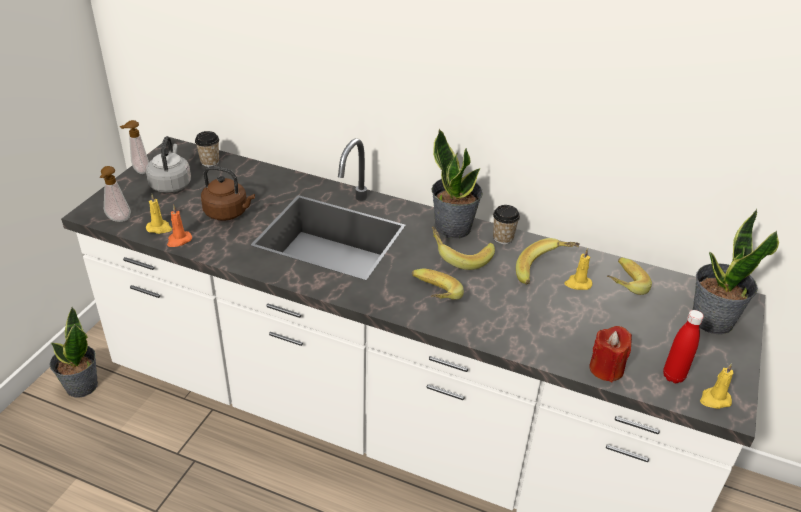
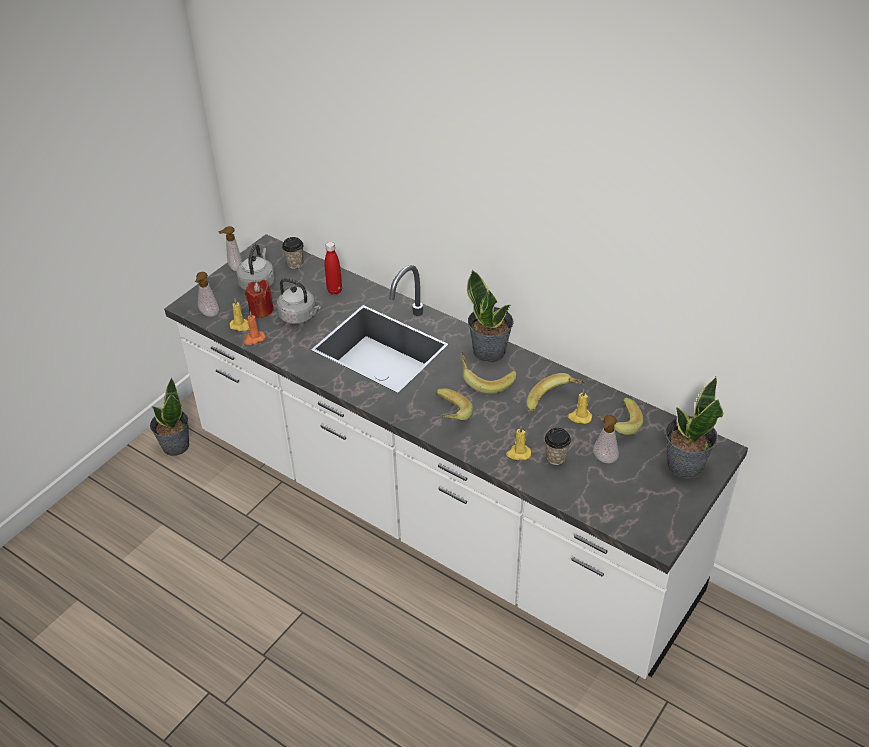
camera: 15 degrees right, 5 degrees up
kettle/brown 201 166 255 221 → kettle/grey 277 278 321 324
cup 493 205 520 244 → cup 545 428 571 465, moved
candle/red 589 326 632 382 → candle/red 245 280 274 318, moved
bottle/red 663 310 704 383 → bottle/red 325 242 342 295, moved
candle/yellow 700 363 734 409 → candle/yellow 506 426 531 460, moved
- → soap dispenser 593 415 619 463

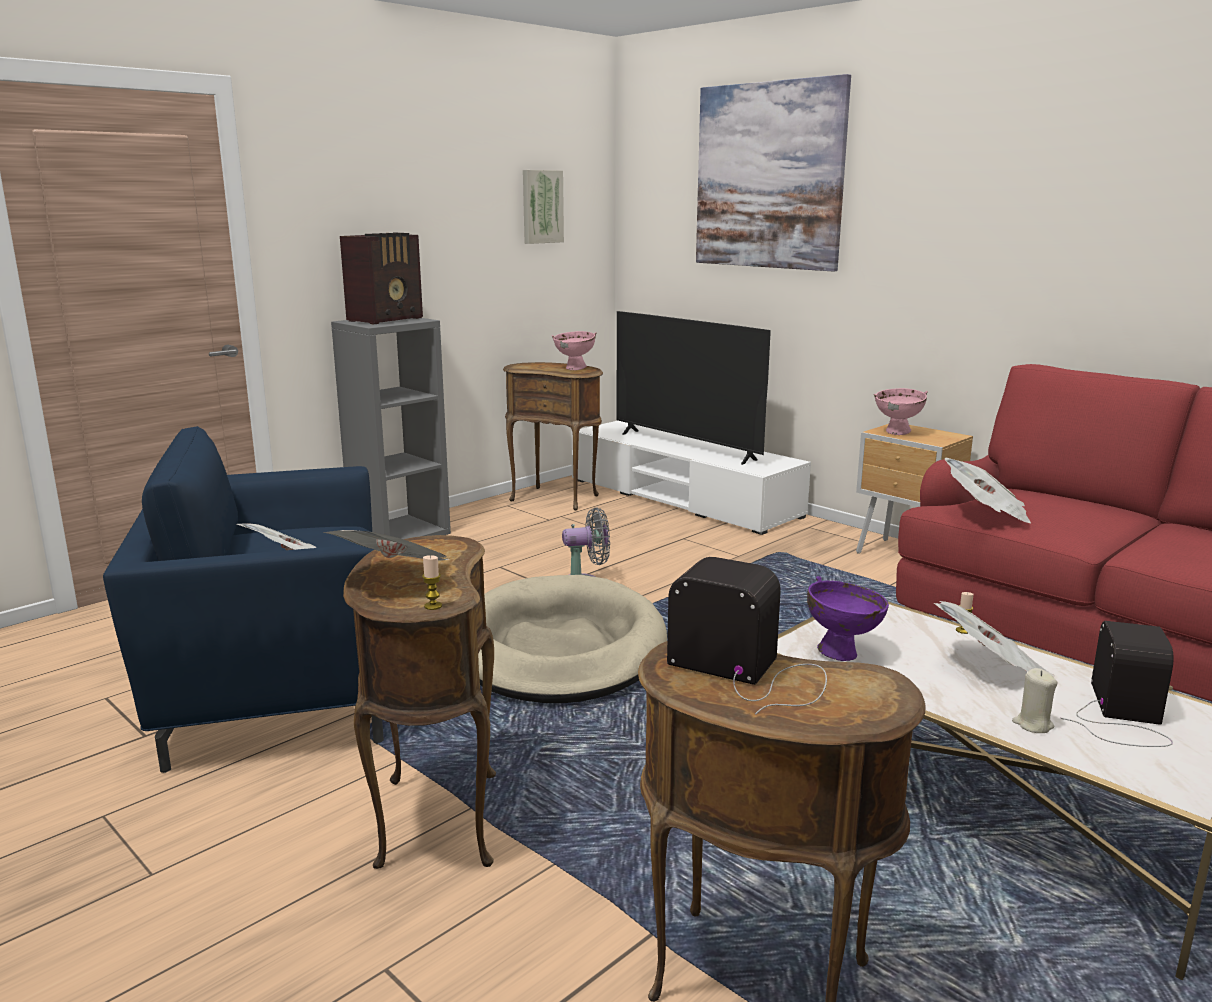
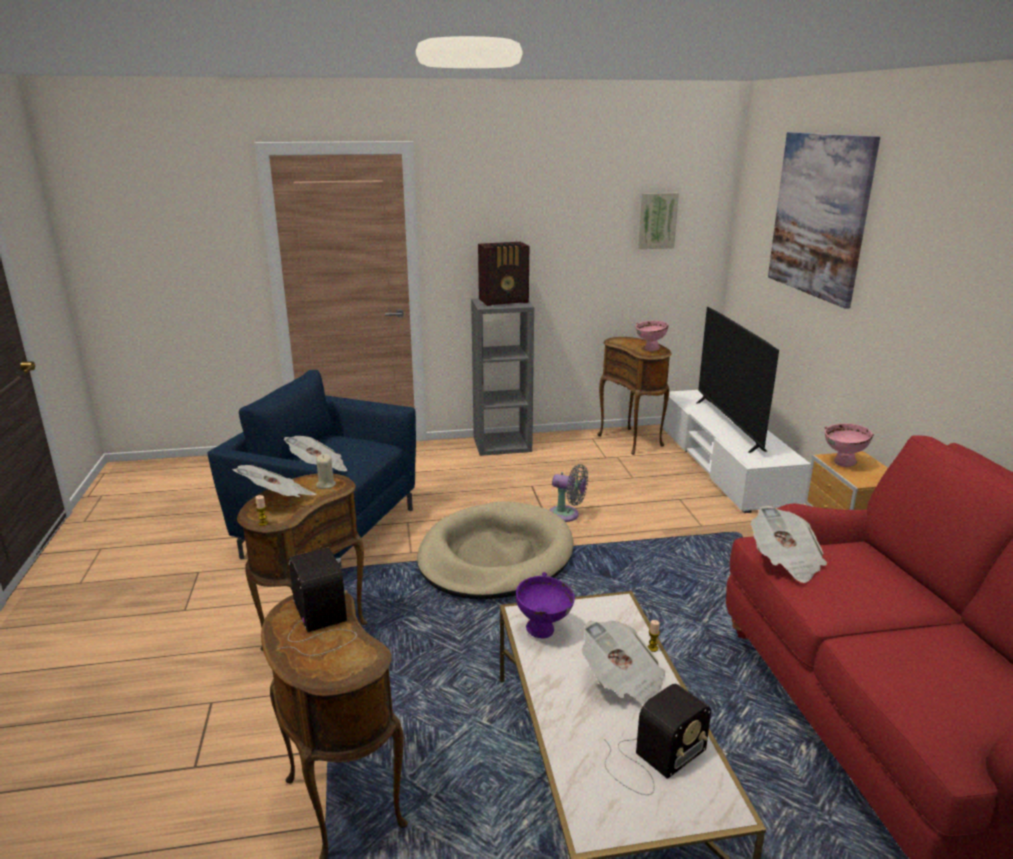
camera: 35 degrees right, 5 degrees up
candle/beige 1012 668 1058 733 → candle/beige 316 454 336 489, moved

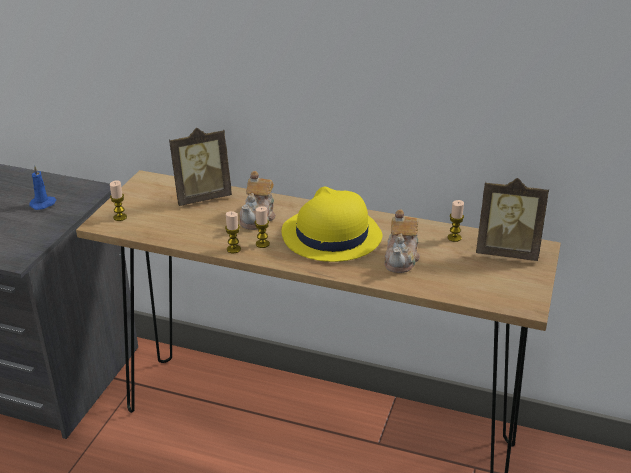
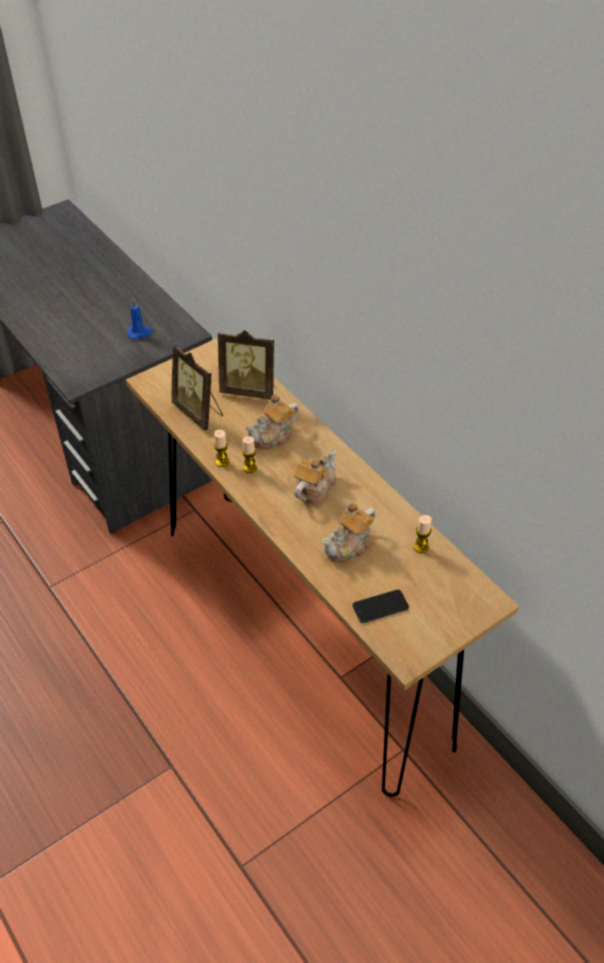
camera: 35 degrees right, 15 degrees up
candle 110 180 127 221 → -
hat/yellow 282 187 382 262 → teapot 294 449 336 504
picture frame 476 178 549 261 → picture frame 171 344 223 431, moved
- → phone 352 590 409 623

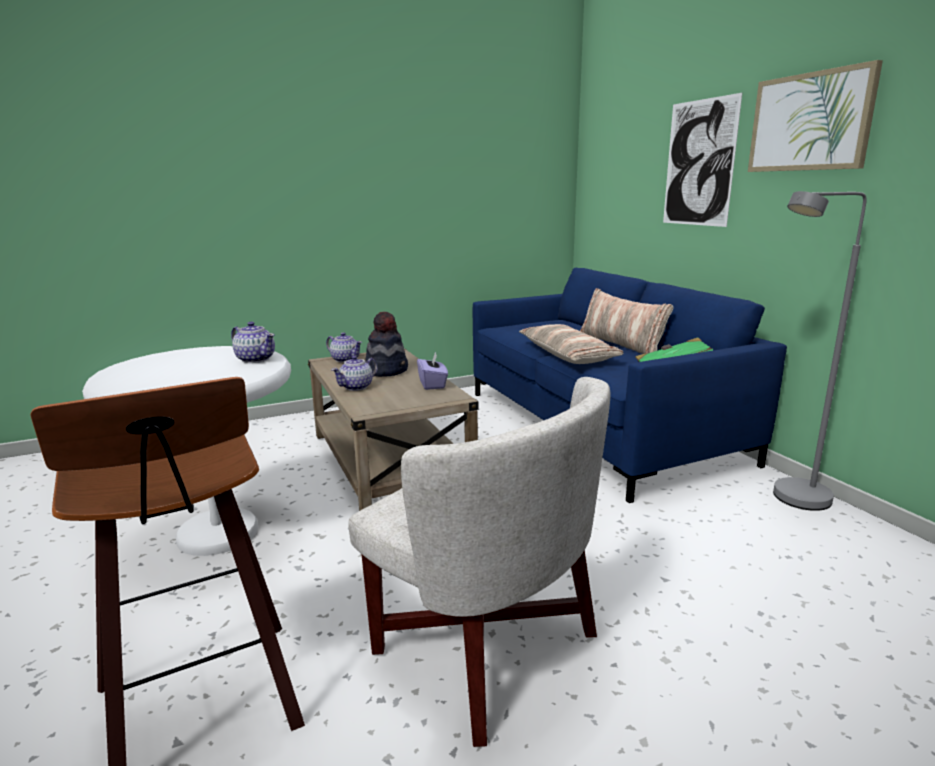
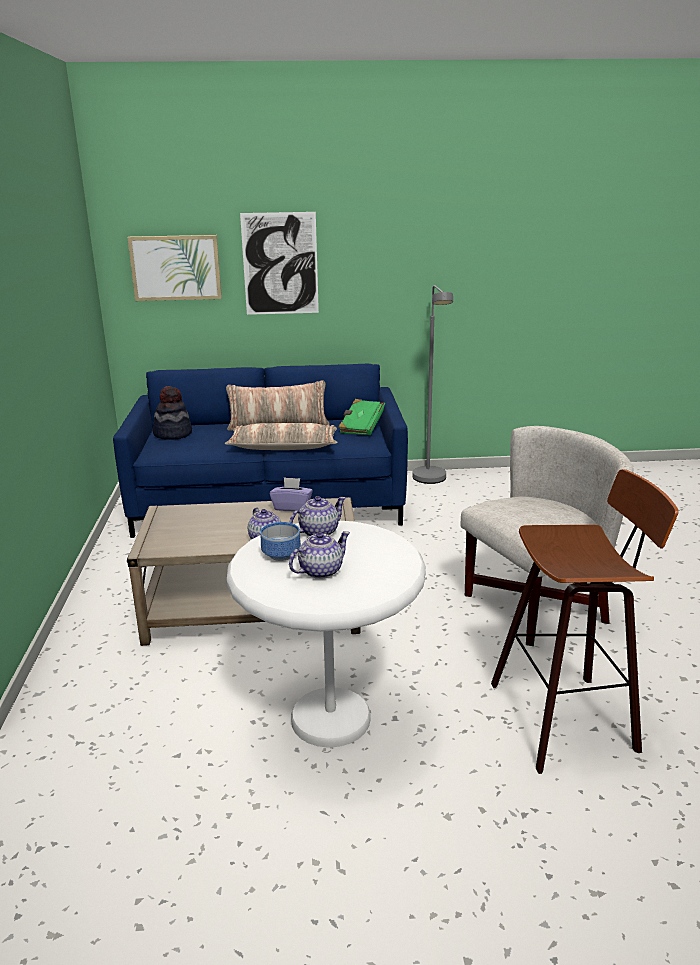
camera: 70 degrees left, 5 degrees up
teapot 326 332 362 363 → teapot 289 531 350 579, moved
hat 365 311 408 377 → hat 153 386 192 440, moved
picture 748 60 883 172 → picture 127 235 222 301, moved
- → bowl 260 522 301 561

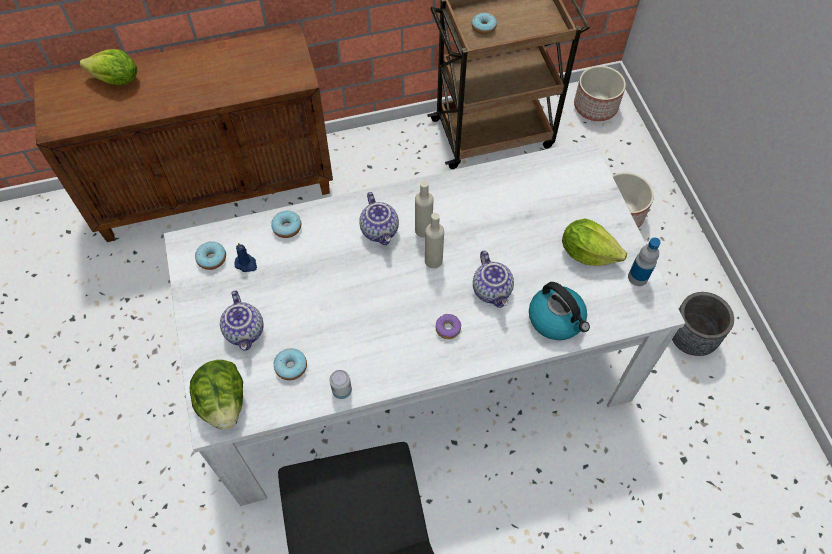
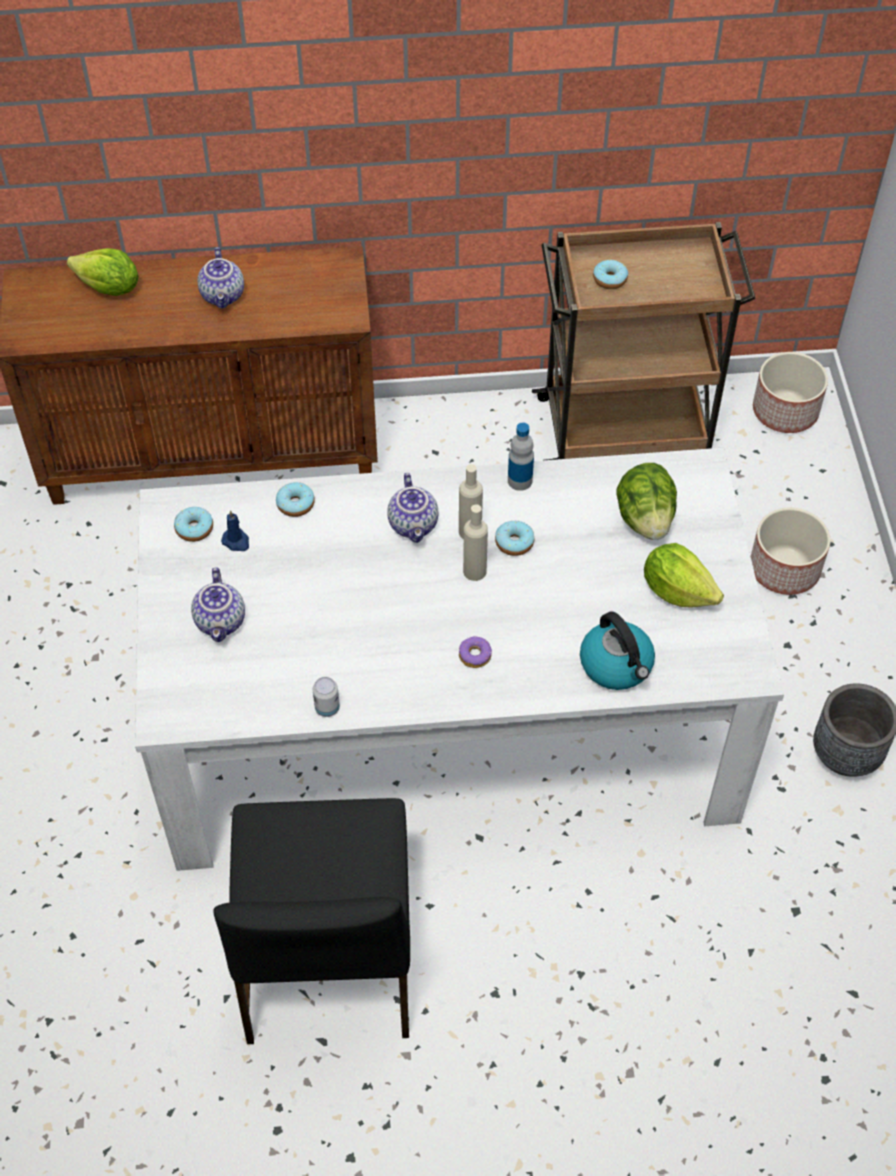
camera: 10 degrees right, 5 degrees down
lettuce 190 360 243 430 → lettuce 616 463 677 540, moved
donut 274 348 307 380 → donut 495 521 534 556, moved
teapot 473 251 514 308 → teapot 197 247 244 309, moved
bottle 628 237 661 286 → bottle 508 422 534 491, moved

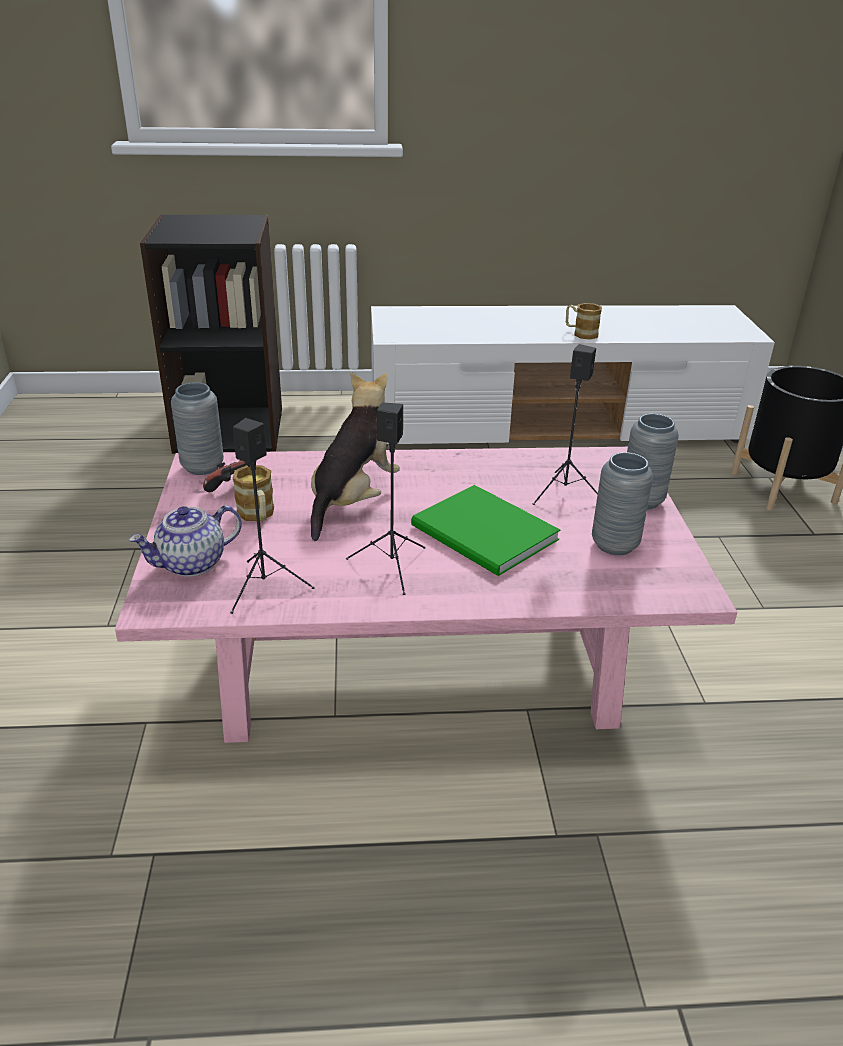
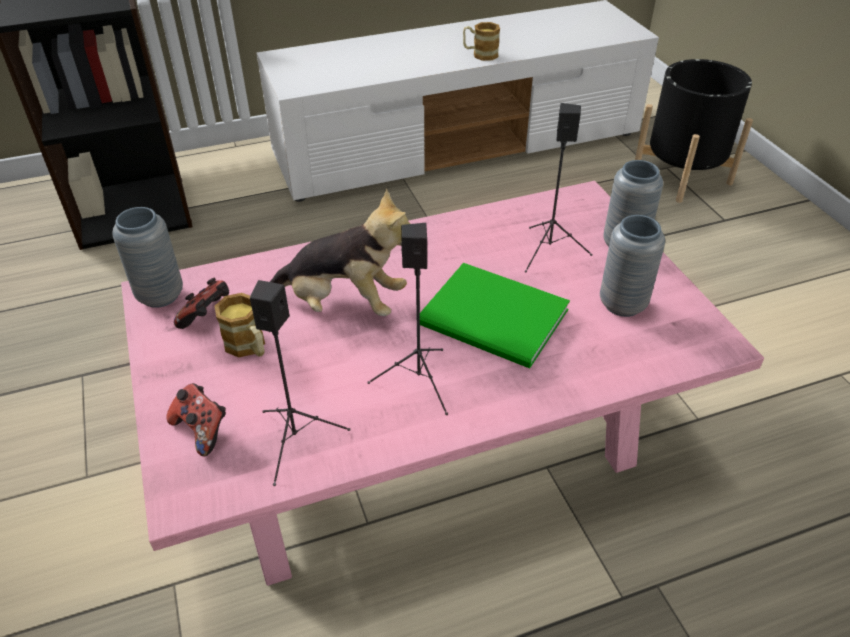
camera: 15 degrees left, 10 degrees up
teapot 129 505 242 577 → game controller 166 383 226 456
plush toy 311 372 400 541 → plush toy 270 189 411 316, 90 degrees clockwise

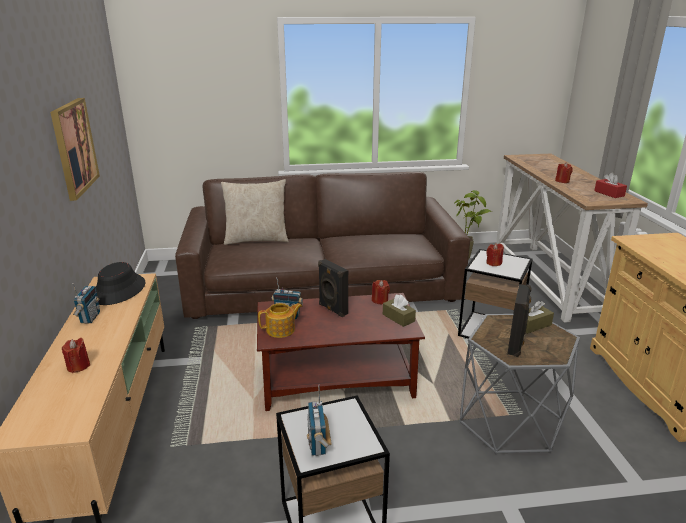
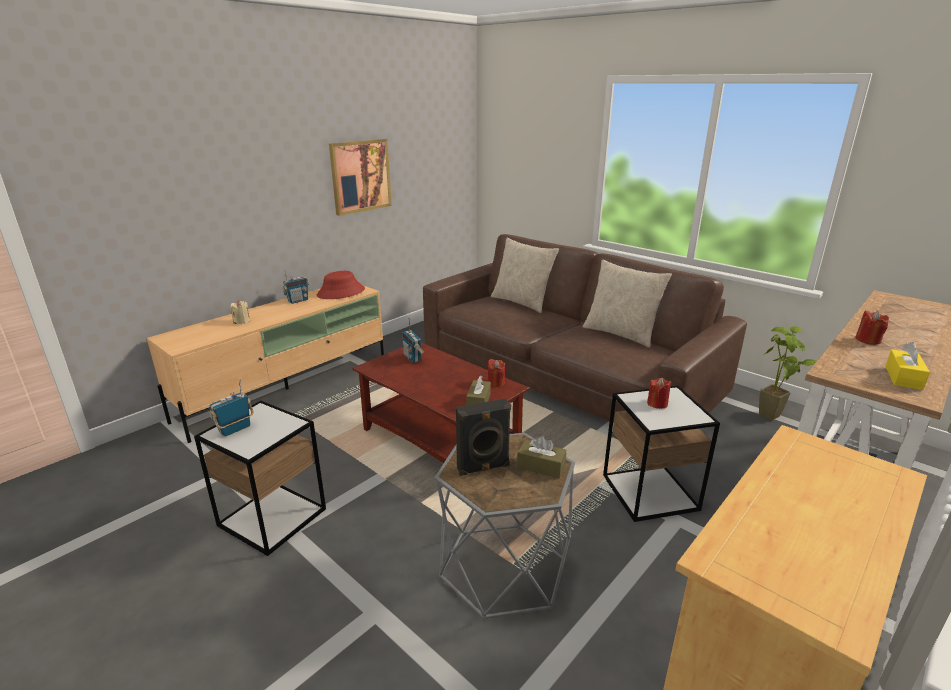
camera: 50 degrees right, 0 degrees up
candle/red 62 338 90 373 → candle/beige 230 300 250 324
hat/black 96 262 145 305 → hat/red 317 271 365 299
teapot 258 303 302 338 → -
speaker/black 318 259 348 317 → -
tissue box/red 594 172 627 198 → tissue box/yellow 885 342 930 390
- → pillow/beige 583 260 672 348

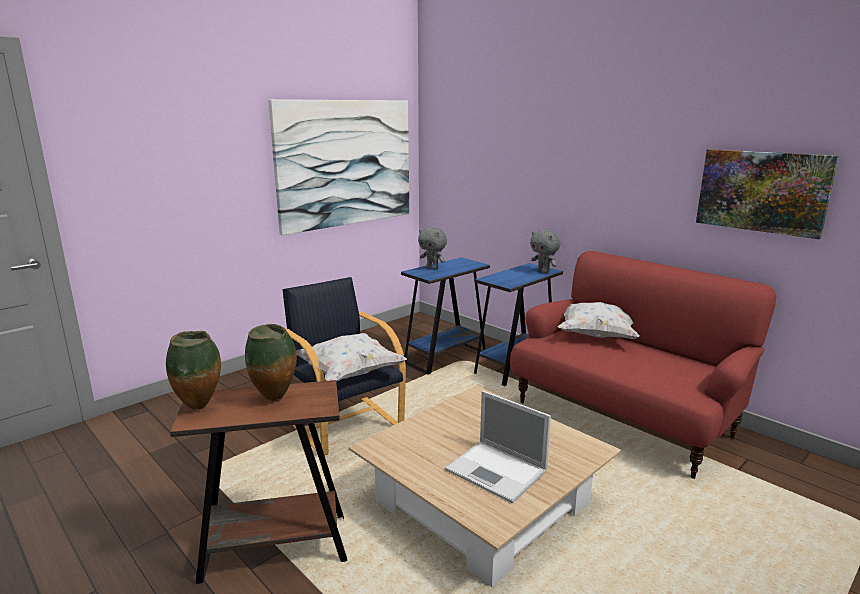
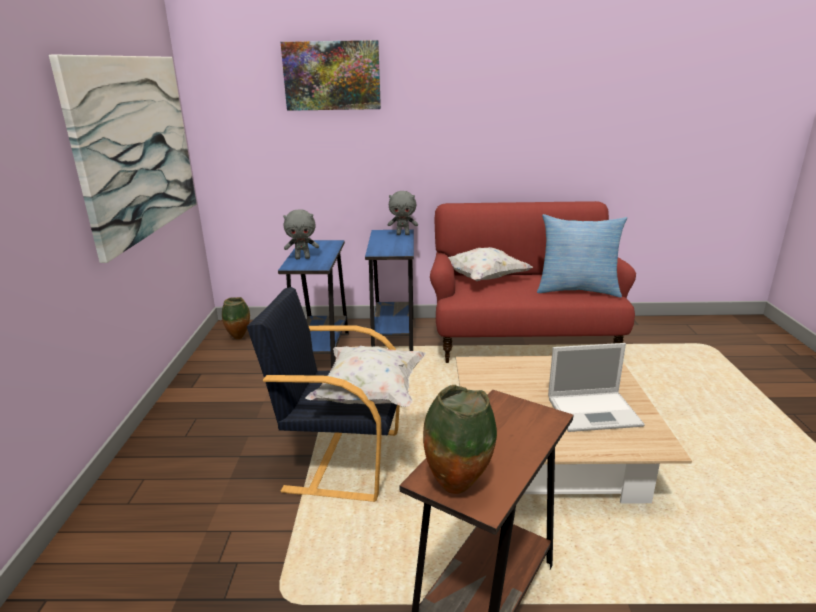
camera: 45 degrees left, 5 degrees up
vase 245 324 297 401 → vase 222 297 250 339, moved
picture 696 149 839 239 → picture 281 40 381 111, moved
- → pillow 537 214 627 298

